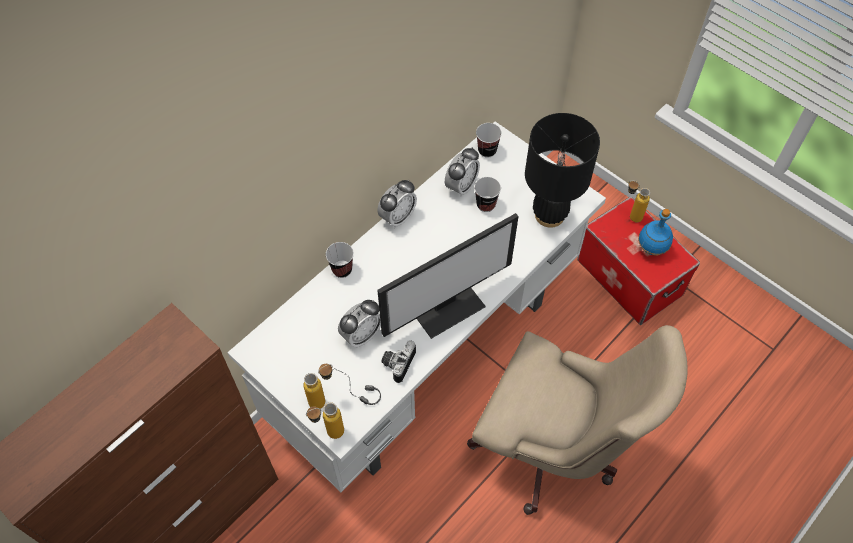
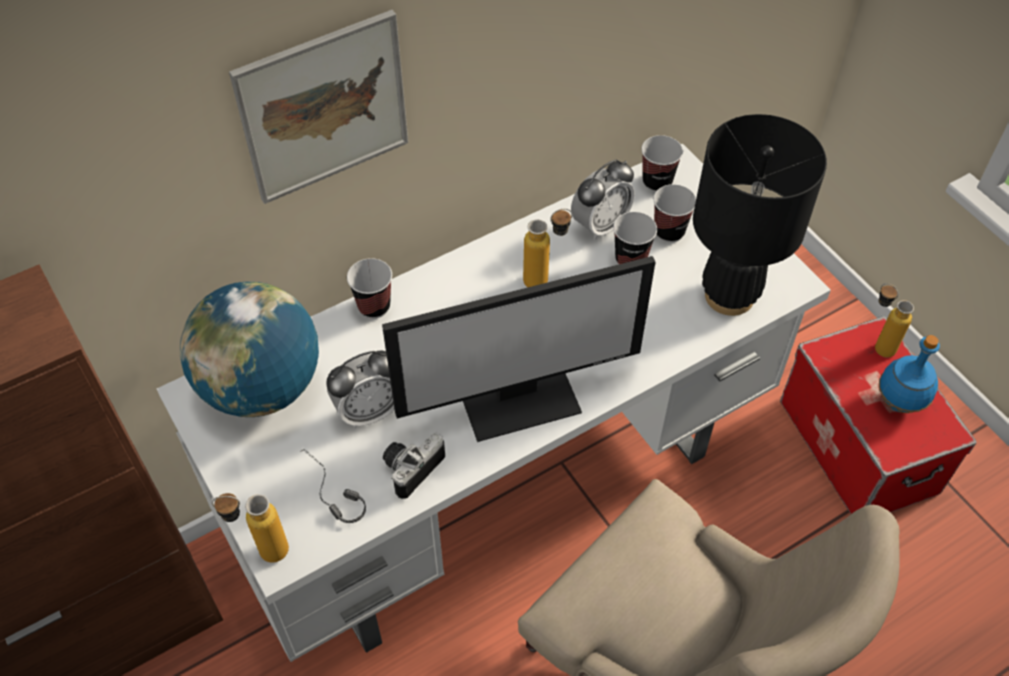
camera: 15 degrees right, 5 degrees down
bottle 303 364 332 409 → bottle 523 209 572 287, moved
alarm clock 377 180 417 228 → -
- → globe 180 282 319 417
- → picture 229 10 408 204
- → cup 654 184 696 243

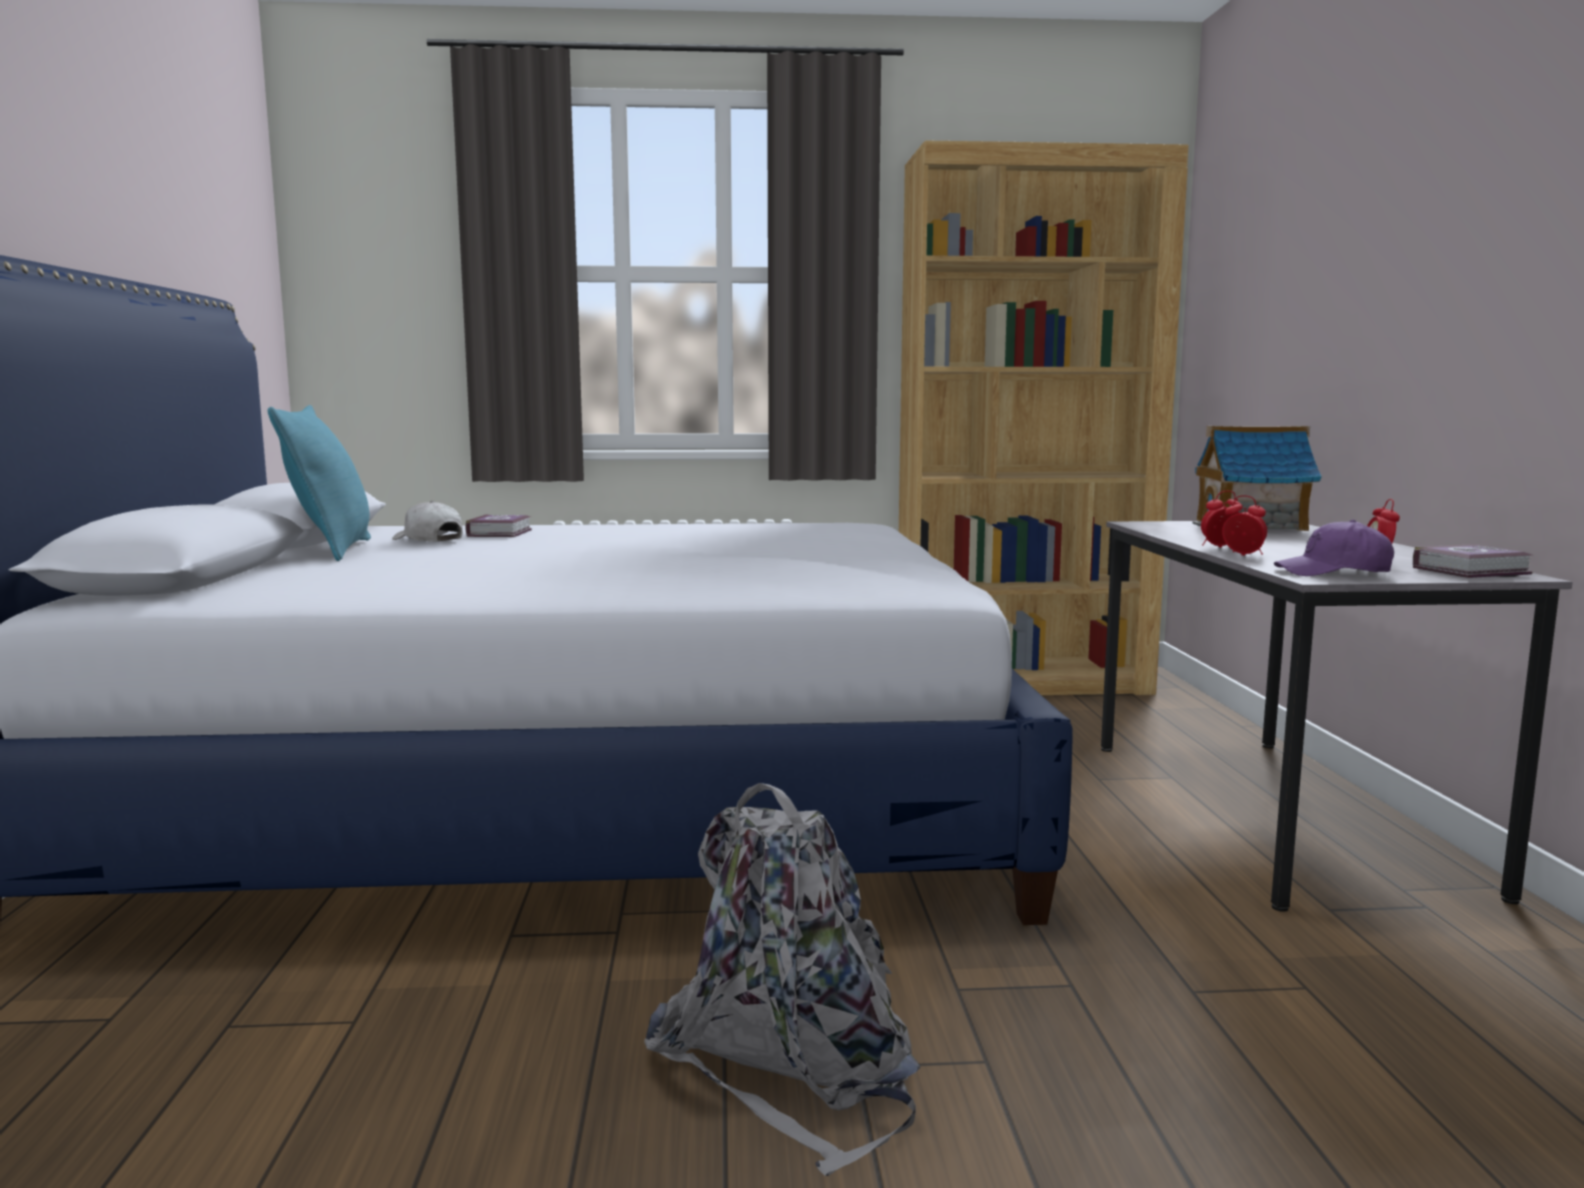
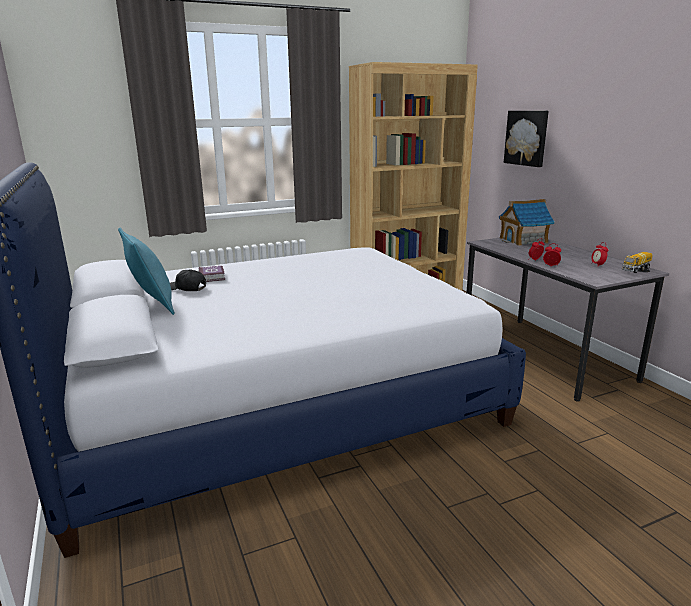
camera: 20 degrees left, 10 degrees up
cap/white 392 501 463 542 → cap/black 170 269 206 291
backpack/grey 644 783 920 1176 → -
cap/purple 1274 519 1394 576 → -
book 1413 544 1532 578 → toy truck 622 252 653 273
- → picture 504 111 549 167

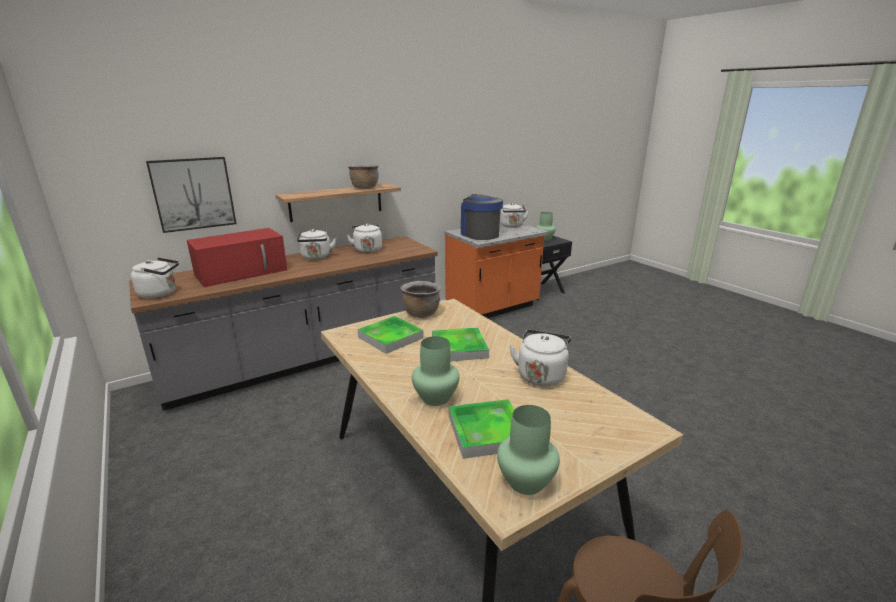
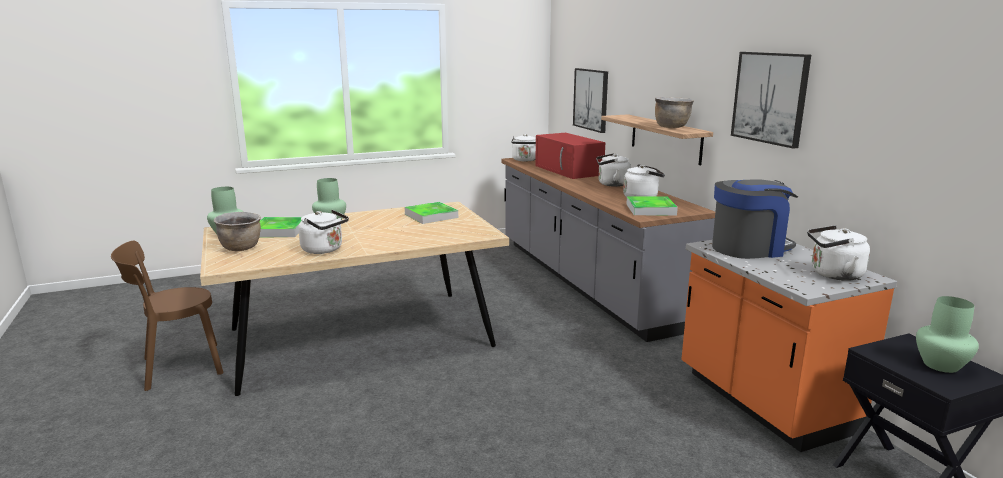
camera: 100 degrees right, 5 degrees down
cooking pot/brown 401 281 441 318 → cooking pot/brown 214 212 261 251, moved
tray 432 327 489 362 → tray 626 196 678 215, moved
- → picture 731 52 811 149

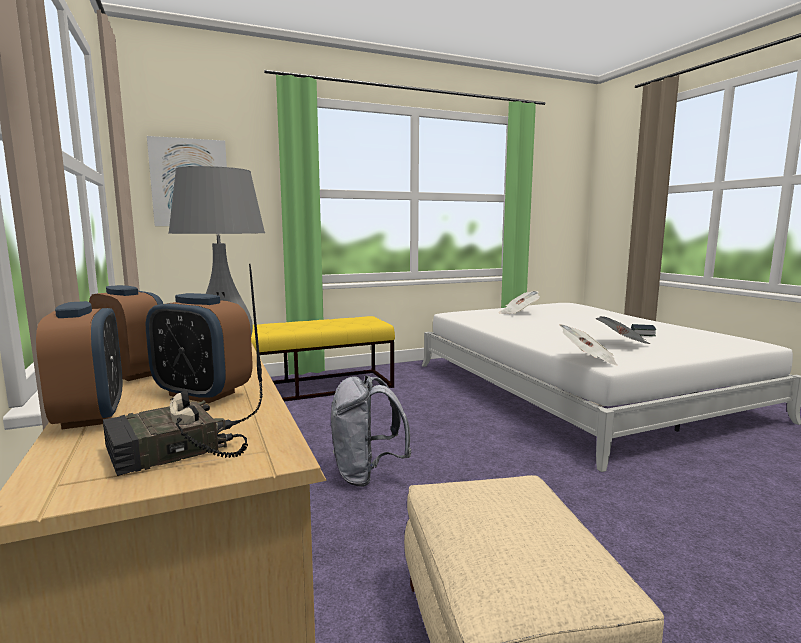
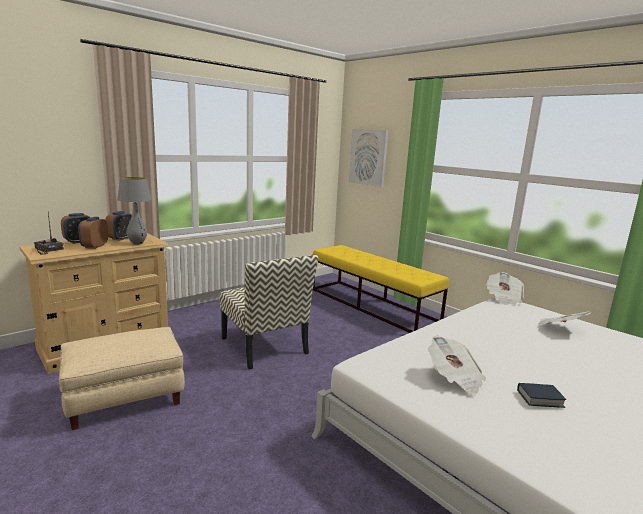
camera: 70 degrees right, 5 degrees up
backpack/grey 331 375 411 487 → chair 219 255 319 370
newspaper 559 324 618 366 → newspaper 486 272 524 305, moved

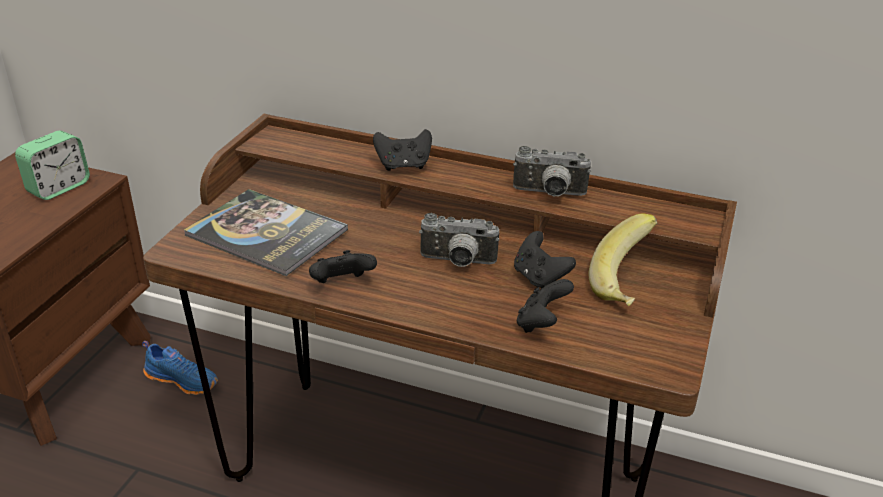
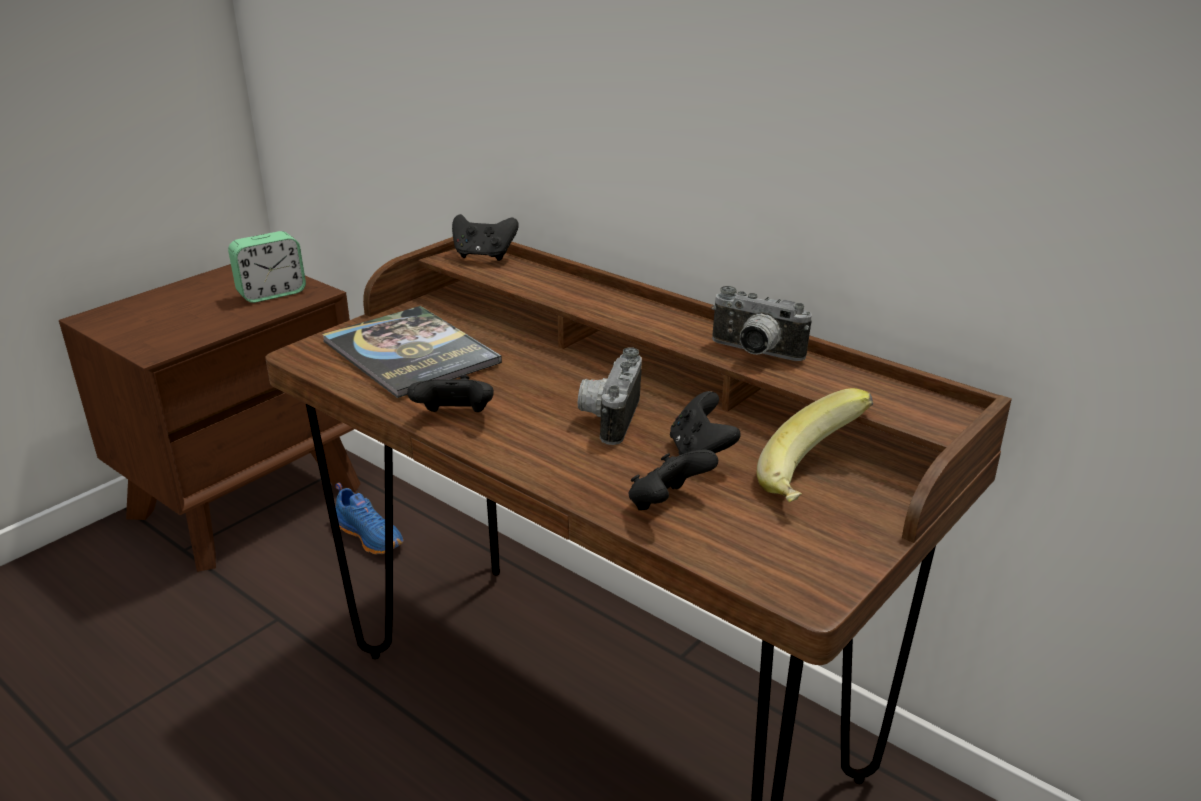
camera: 20 degrees right, 5 degrees down
game controller/black 373 129 432 171 → game controller/black 452 214 519 261, moved
photo camera 419 213 499 267 → photo camera 578 347 642 445, 75 degrees clockwise

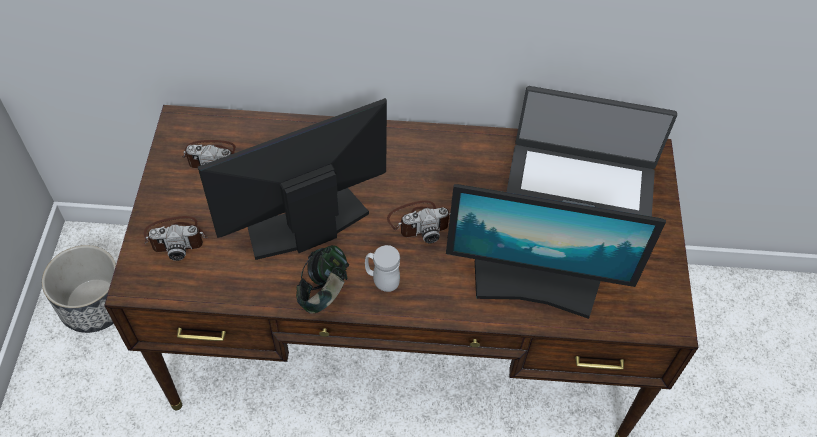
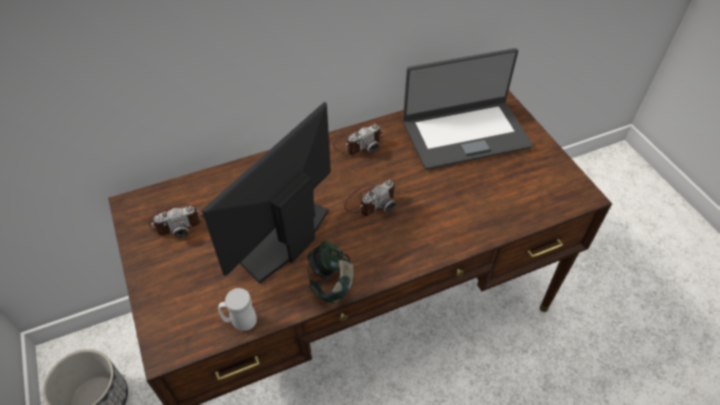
camera: 25 degrees left, 5 degrees down
photo camera 144 216 208 261 → photo camera 333 124 382 155, moved
mug/white 365 245 400 292 → mug/white 218 288 257 331, moved
monitor 446 184 666 319 → -

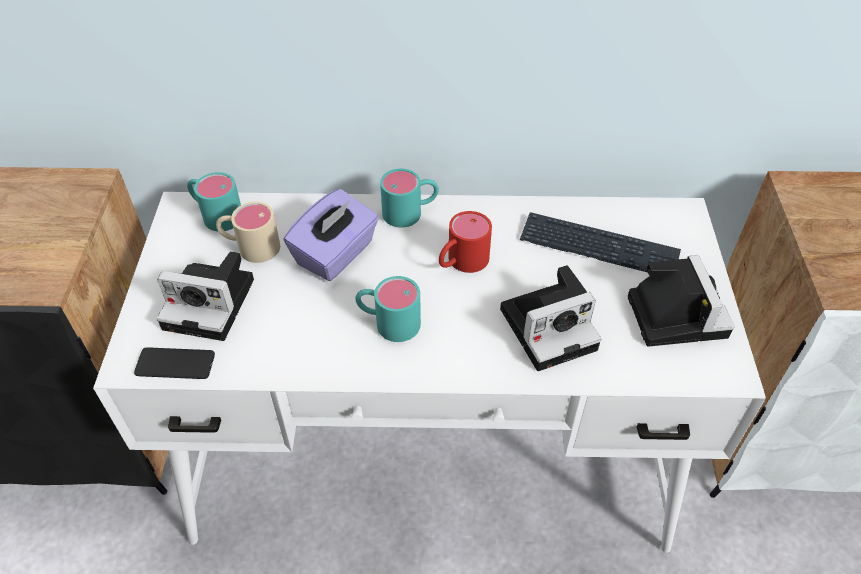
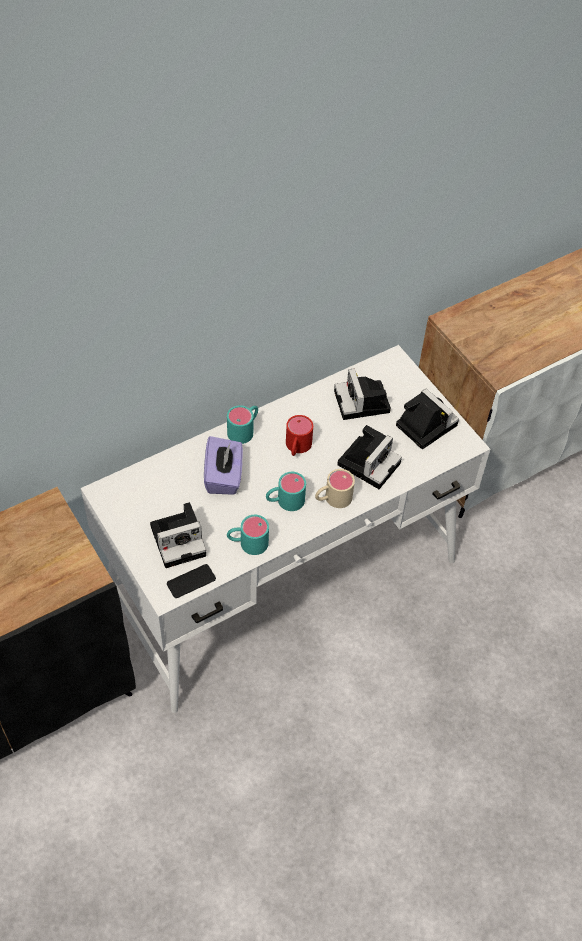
camera: 35 degrees left, 5 degrees up
mug/turquoise 187 172 241 231 → mug/turquoise 227 515 269 555, moved
mug/beige 216 202 280 263 → mug/beige 315 469 355 508, moved
keyboard 520 212 681 272 → photo camera 334 368 391 420

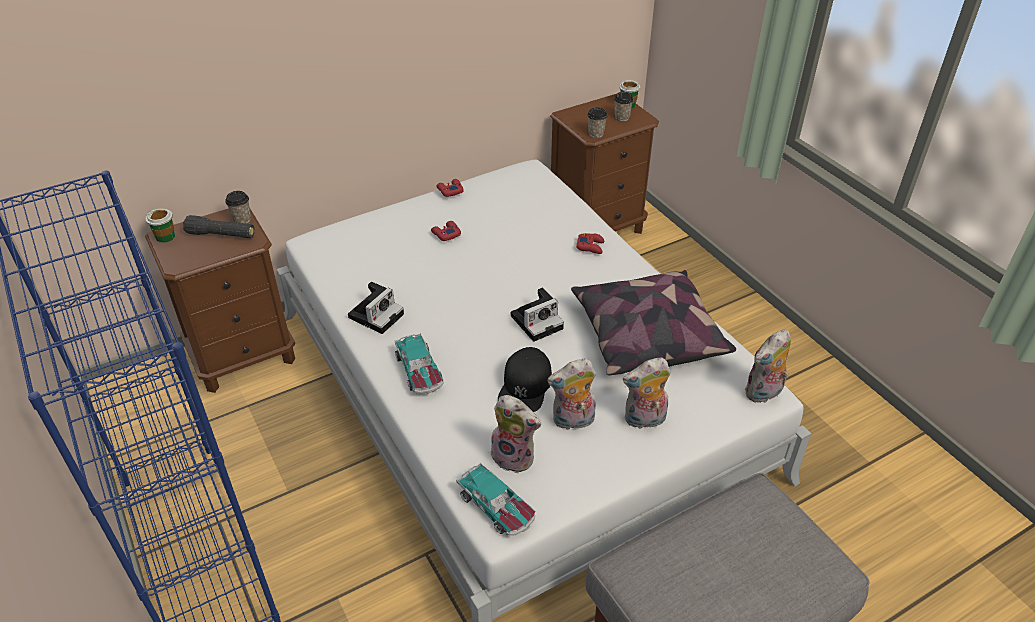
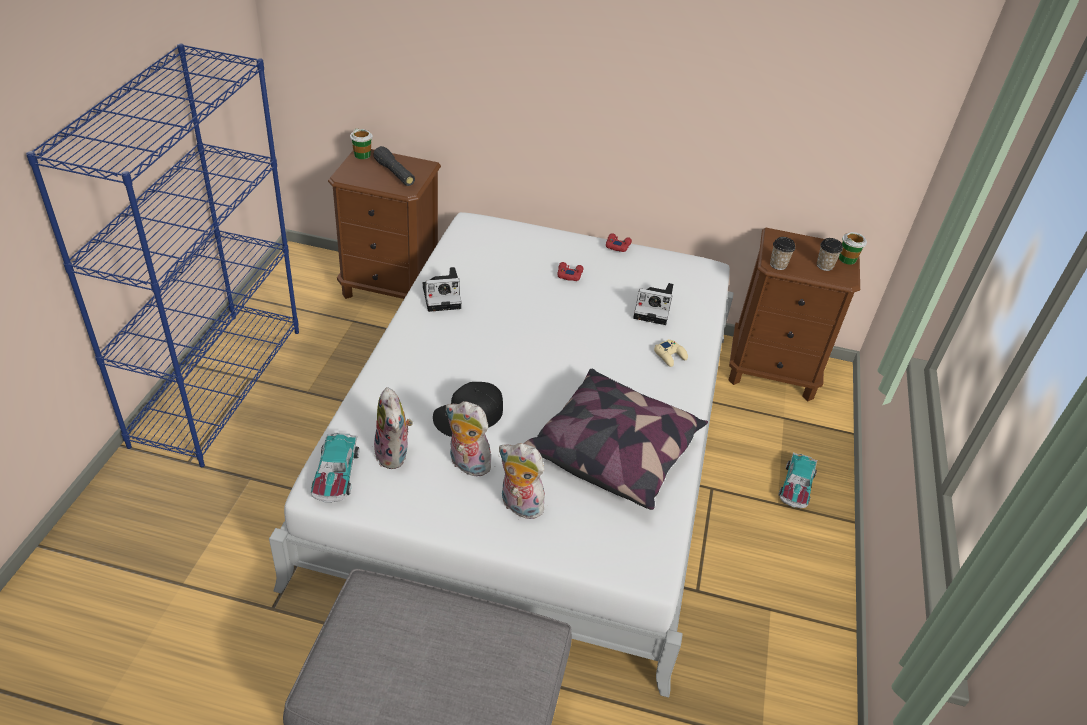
camera: 40 degrees right, 0 degrees up
cup 225 191 251 224 → -
toy car 394 333 444 394 → toy car 779 452 817 508, moved
photo camera 511 288 564 342 → photo camera 633 283 673 325, moved
game controller/red 576 233 604 254 → game controller/beige 654 339 688 367
plush toy 745 329 791 403 → -

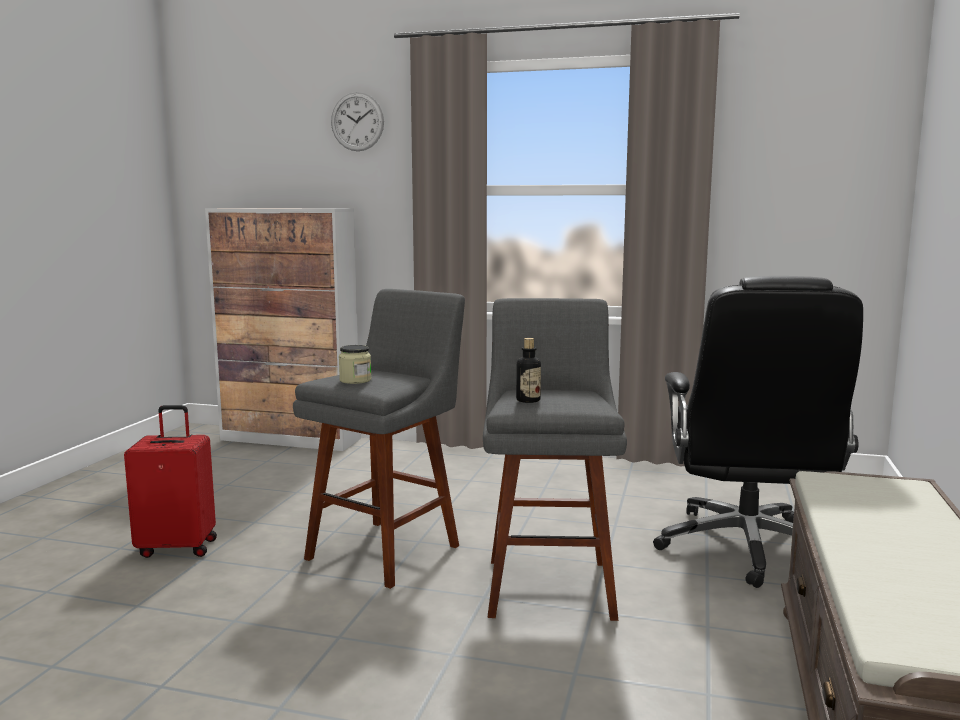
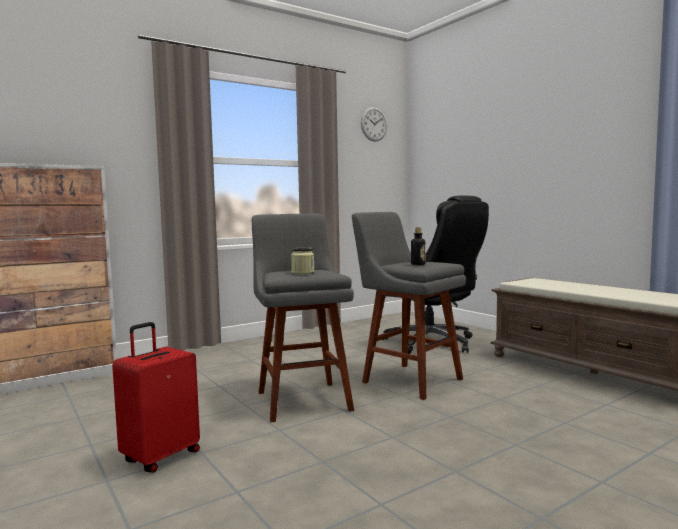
camera: 50 degrees left, 5 degrees down
wall clock 331 92 384 151 → wall clock 361 107 387 142, moved

